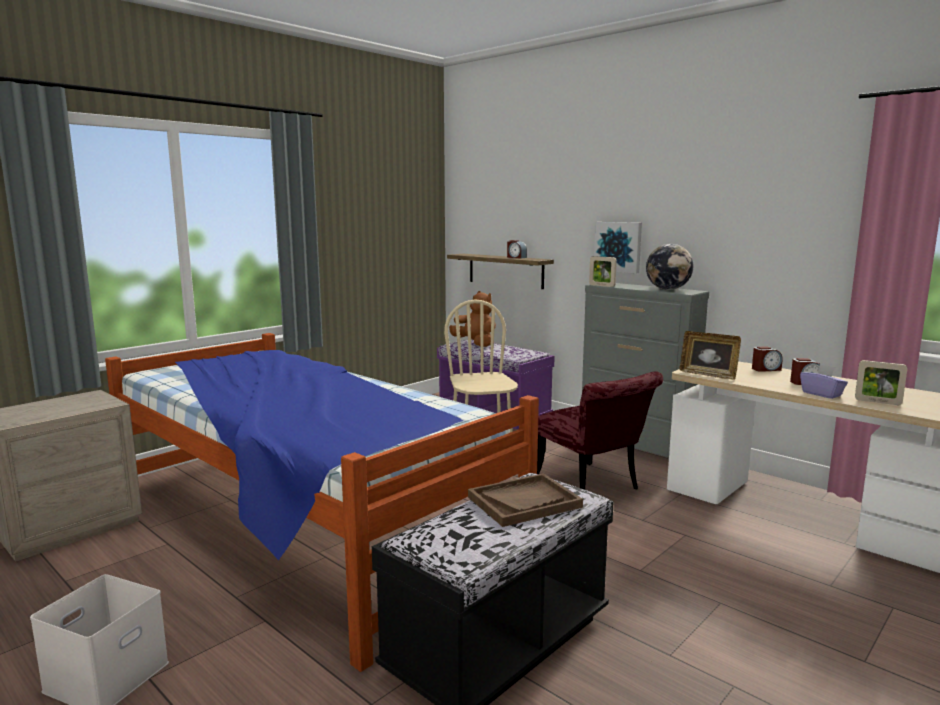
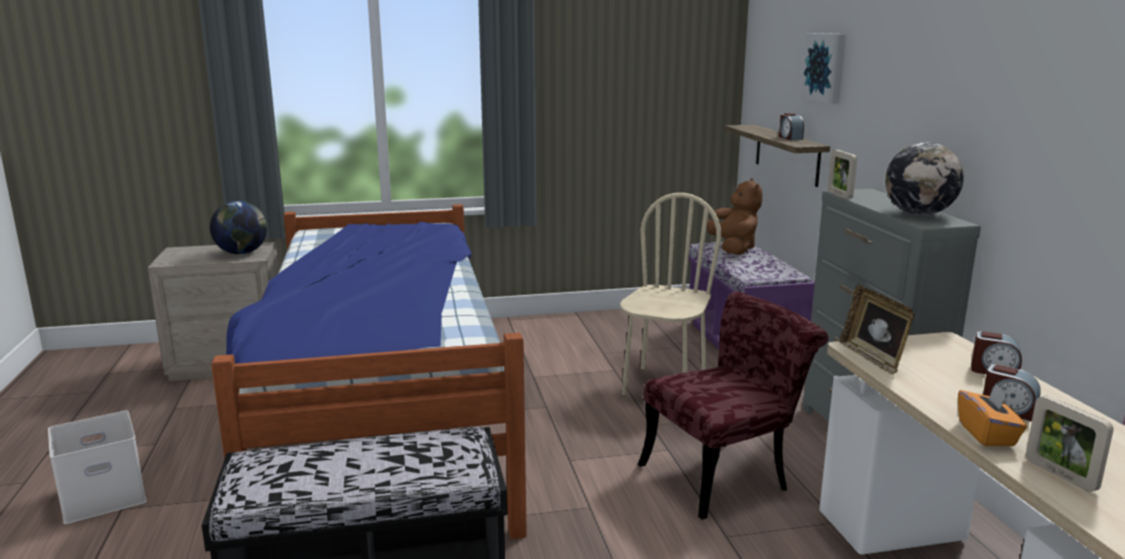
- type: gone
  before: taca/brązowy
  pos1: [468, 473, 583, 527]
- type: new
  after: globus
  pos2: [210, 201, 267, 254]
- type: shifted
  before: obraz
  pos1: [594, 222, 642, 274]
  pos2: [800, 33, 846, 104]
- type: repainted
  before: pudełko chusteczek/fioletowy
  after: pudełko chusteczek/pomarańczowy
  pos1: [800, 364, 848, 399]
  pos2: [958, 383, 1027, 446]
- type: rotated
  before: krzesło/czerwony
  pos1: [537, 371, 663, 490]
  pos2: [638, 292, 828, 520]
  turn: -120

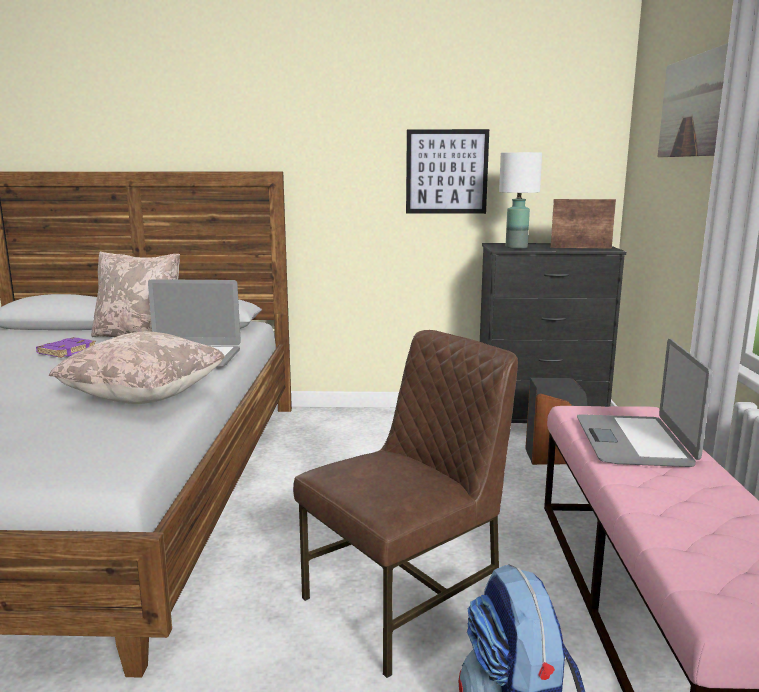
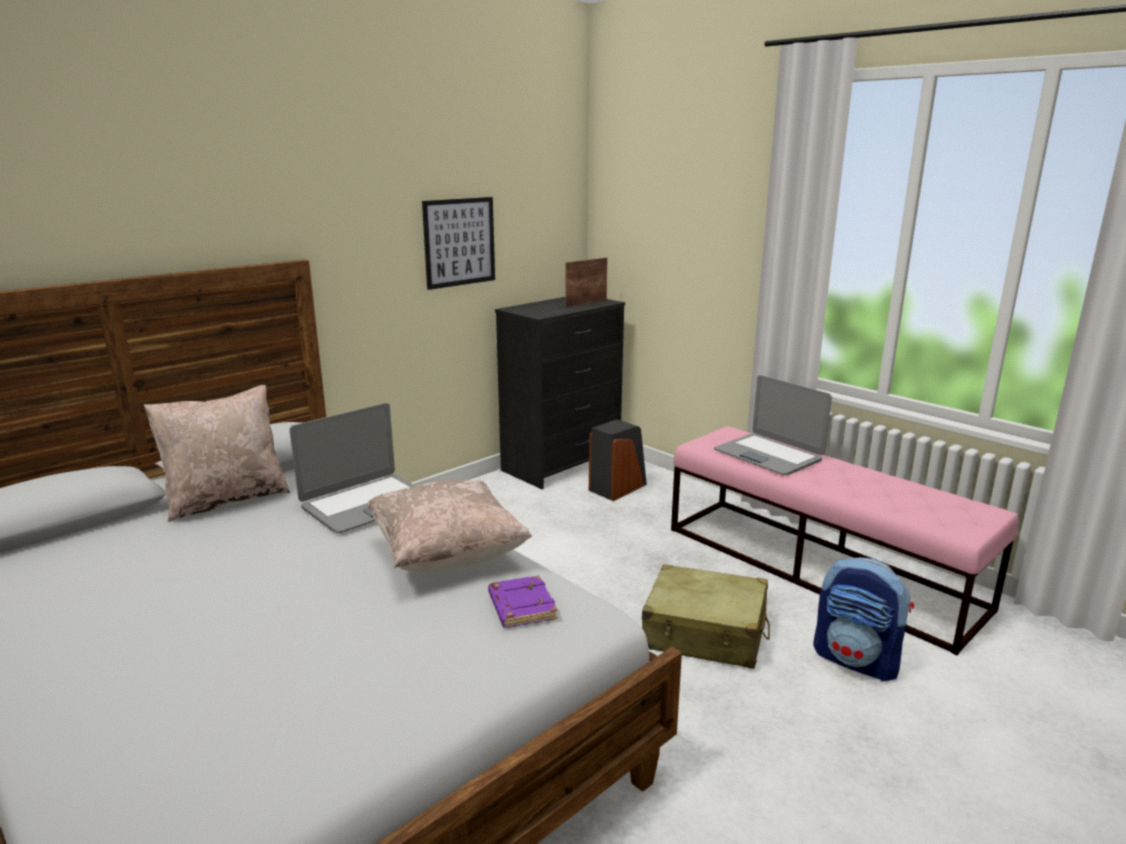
- type: gone
  before: lampa stołowa/biały
  pos1: [499, 152, 542, 249]
- type: gone
  before: obraz
  pos1: [658, 43, 728, 157]
- type: shifted
  before: książka/fioletowy
  pos1: [36, 337, 96, 358]
  pos2: [488, 575, 558, 628]
- type: swapped
  before: krzesło/brązowy
  after: walizka/beżowy
  pos1: [293, 330, 518, 678]
  pos2: [642, 564, 770, 669]

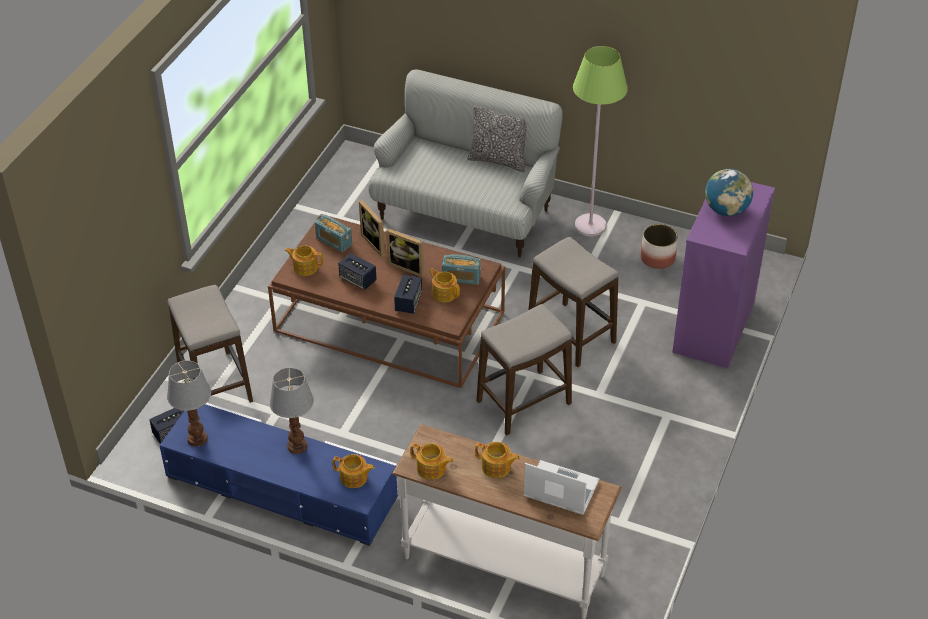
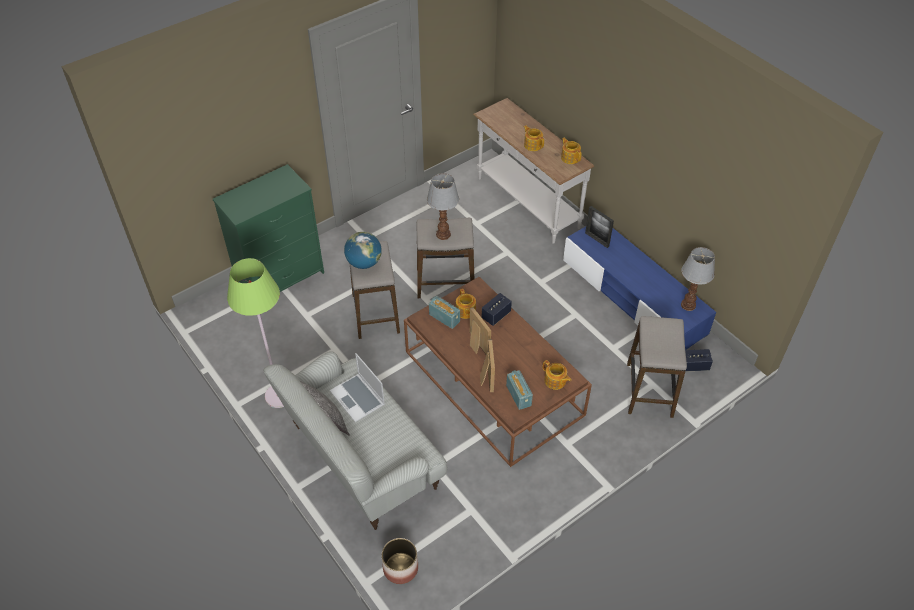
- type: gone
  before: głośnik
  pos1: [338, 253, 377, 290]
- type: shifted
  before: lampa stołowa
  pos1: [269, 368, 314, 454]
  pos2: [427, 173, 459, 240]
- type: shifted
  before: laptop
  pos1: [524, 460, 600, 515]
  pos2: [330, 353, 385, 422]
- type: shifted
  before: donica
  pos1: [641, 224, 678, 269]
  pos2: [381, 538, 418, 584]
- type: shifted
  before: globus
  pos1: [705, 169, 753, 216]
  pos2: [344, 232, 382, 269]
- type: swapped
  before: imbryk
  after: ramka na zdjęcie
  pos1: [333, 454, 375, 488]
  pos2: [585, 206, 614, 248]
- type: repainted
  before: komoda/fioletowy
  after: komoda/zielony
  pos1: [672, 182, 775, 368]
  pos2: [213, 164, 324, 292]

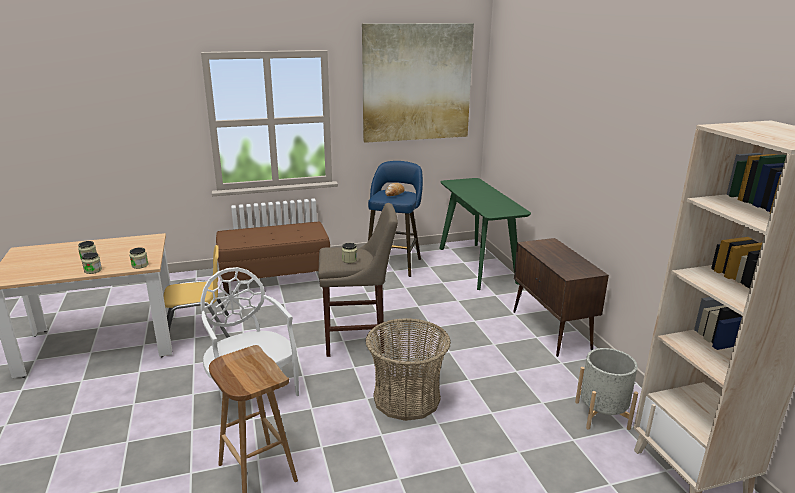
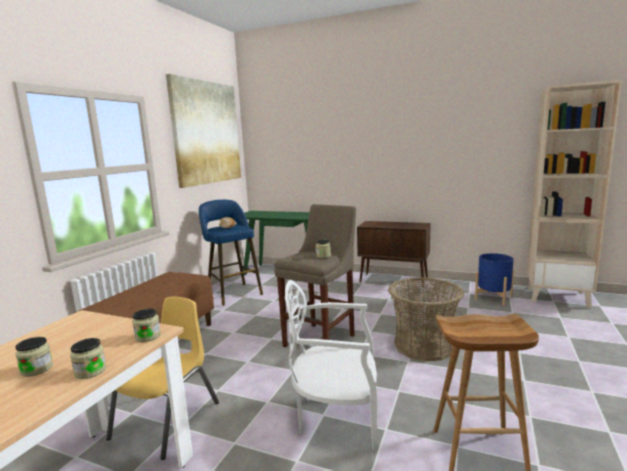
- type: repainted
  before: donica/szary
  after: donica/niebieski
  pos1: [575, 348, 638, 430]
  pos2: [475, 253, 514, 306]

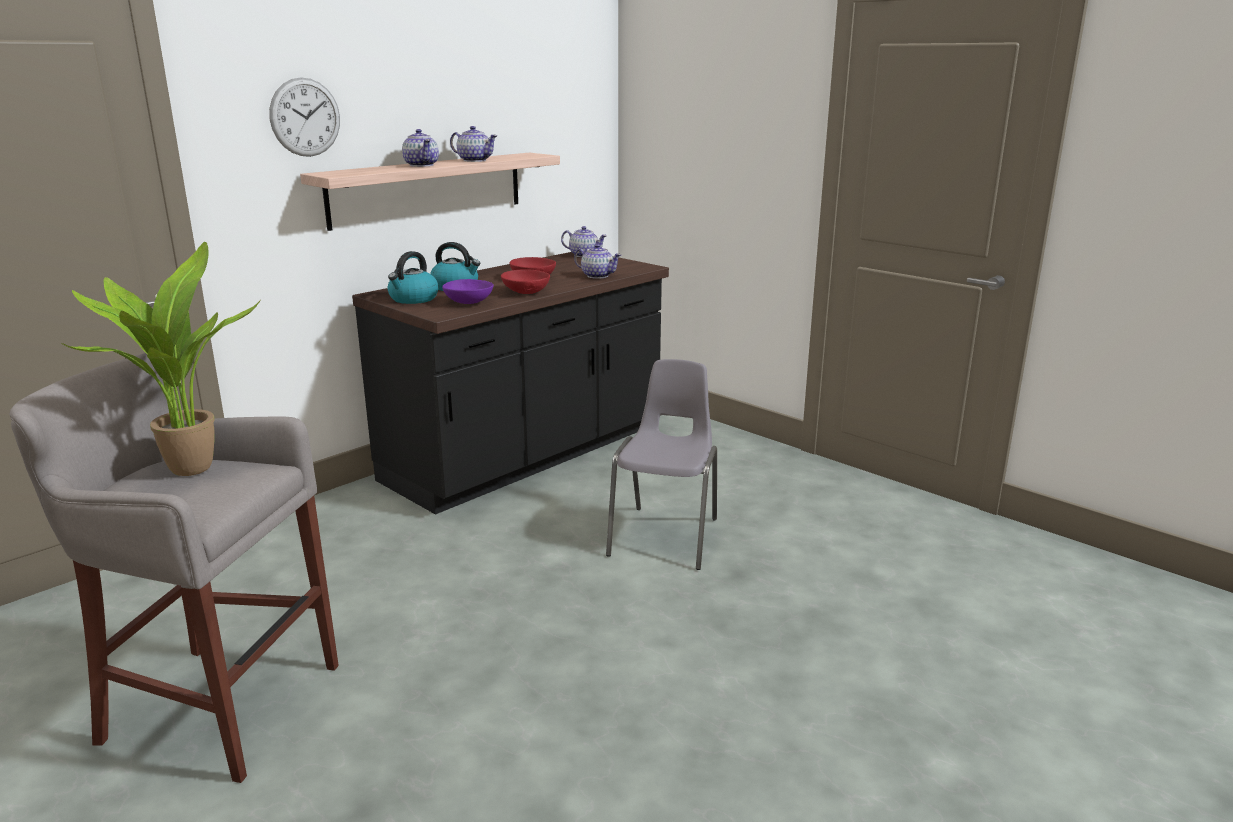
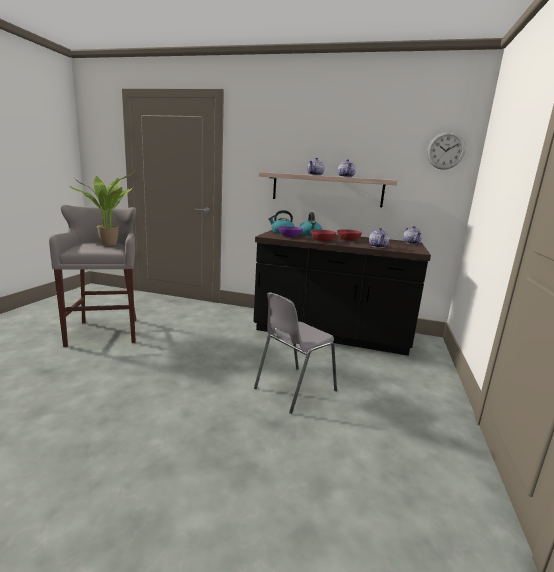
- type: shifted
  before: zegar ścienny
  pos1: [269, 77, 340, 157]
  pos2: [427, 132, 466, 170]
- type: rotated
  before: krzesło/szary
  pos1: [606, 359, 717, 570]
  pos2: [254, 292, 337, 414]
  turn: 150

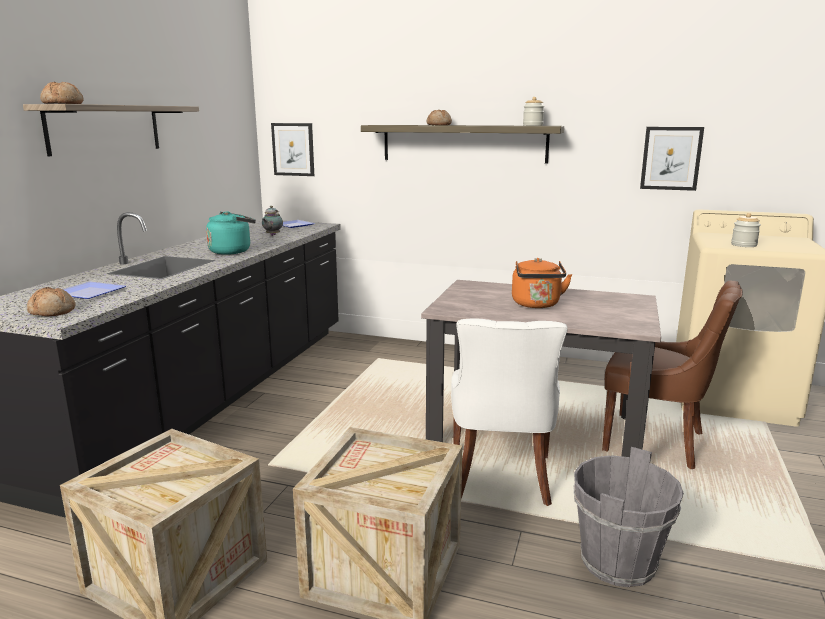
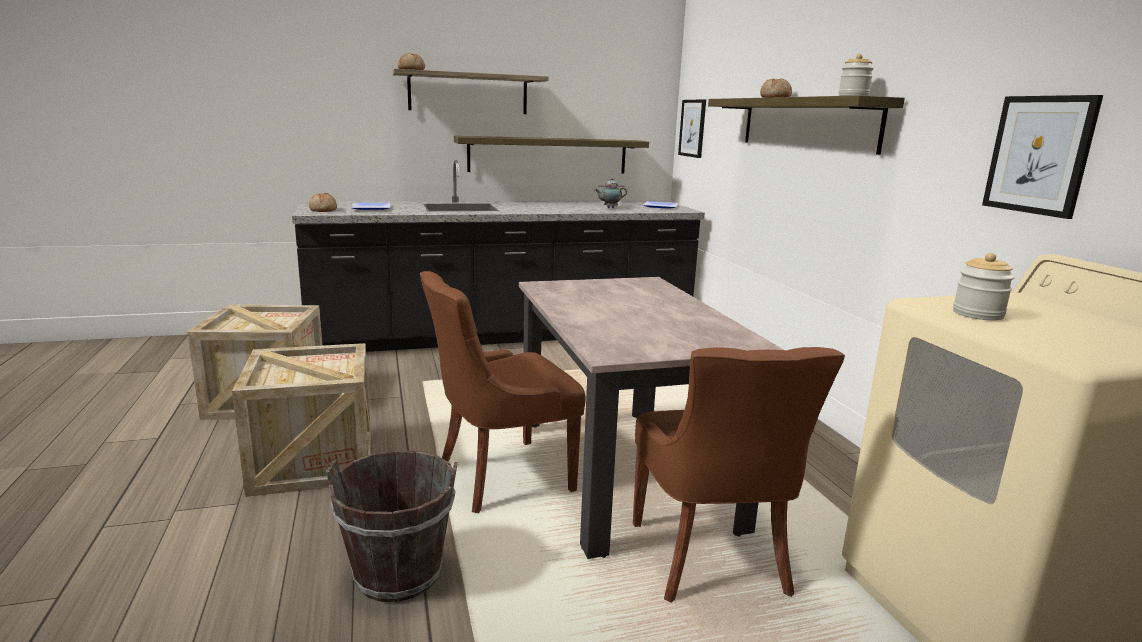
- type: gone
  before: czajnik/turkusowy
  pos1: [206, 211, 256, 255]
- type: gone
  before: czajnik/pomarańczowy
  pos1: [512, 258, 572, 308]
- type: new
  after: półka
  pos2: [454, 136, 649, 174]
- type: repainted
  before: krzesło/biały
  after: krzesło/brązowy
  pos1: [451, 318, 568, 506]
  pos2: [420, 271, 586, 513]
- type: repainted
  before: wiadro/szary
  after: wiadro/brązowy
  pos1: [573, 447, 684, 587]
  pos2: [326, 451, 458, 602]

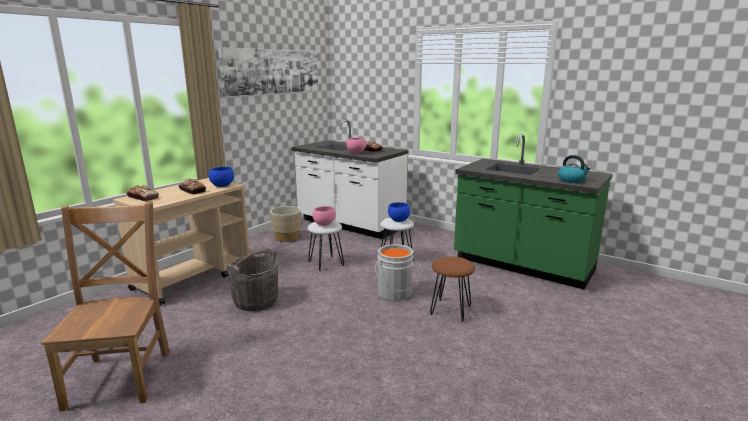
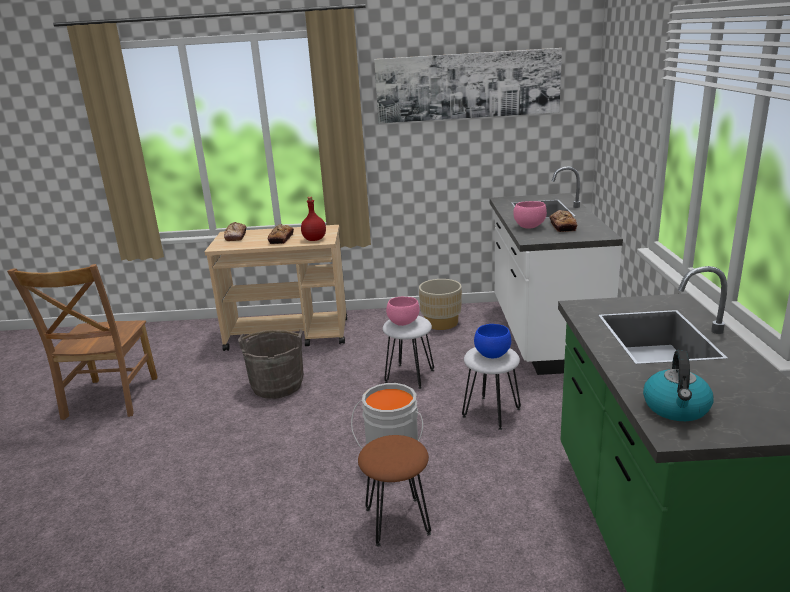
- type: swapped
  before: miska/niebieski
  after: butelka/czerwony
  pos1: [209, 167, 234, 187]
  pos2: [301, 197, 326, 241]
- type: rotated
  before: krzesło/brązowy
  pos1: [41, 202, 170, 411]
  pos2: [7, 264, 158, 420]
  turn: 135

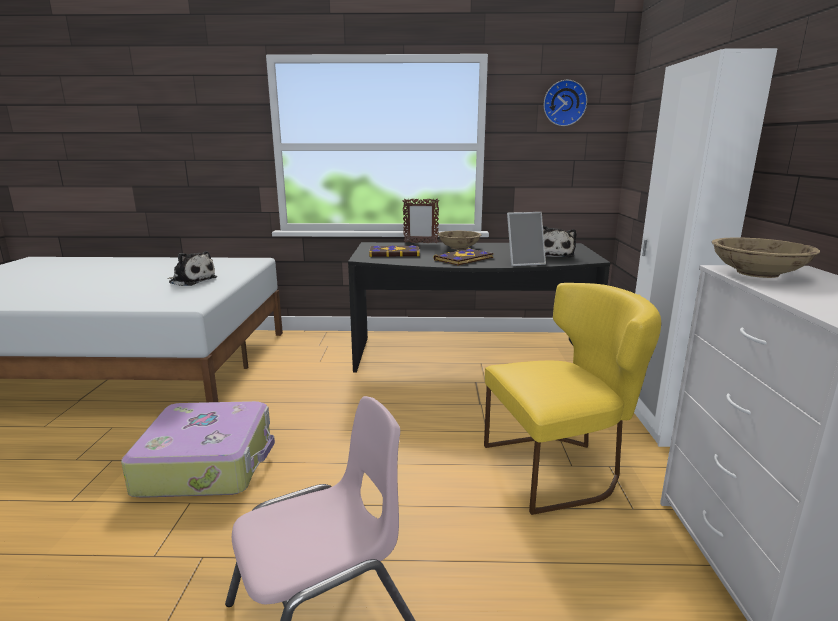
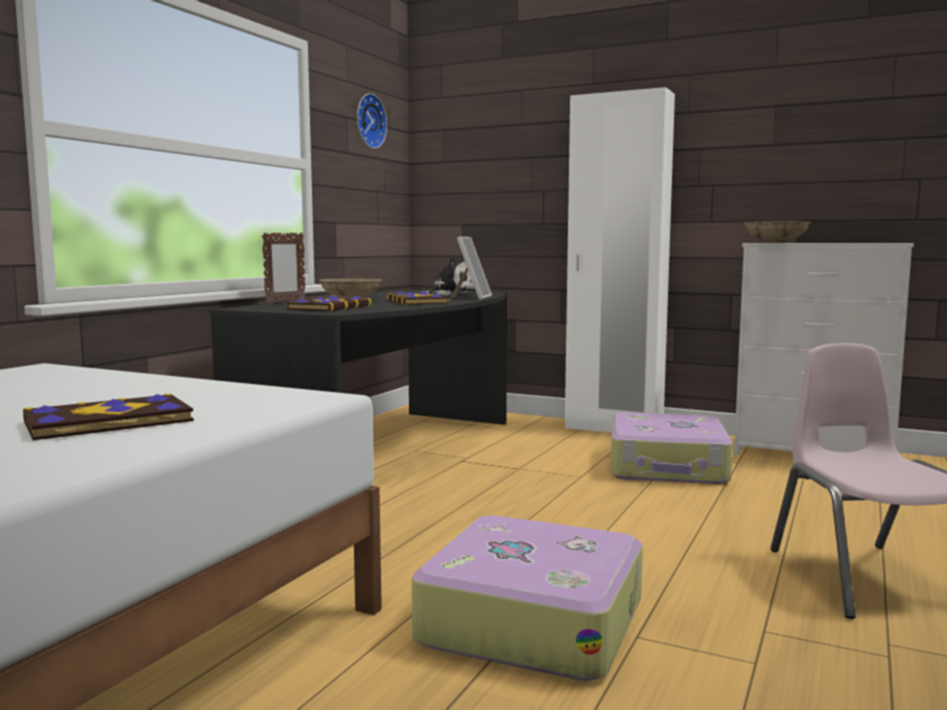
- type: gone
  before: pluszak
  pos1: [167, 251, 217, 286]
- type: new
  after: książka
  pos2: [23, 393, 194, 440]
- type: swapped
  before: krzesło/żółty
  after: walizka
  pos1: [484, 283, 661, 515]
  pos2: [611, 413, 733, 484]

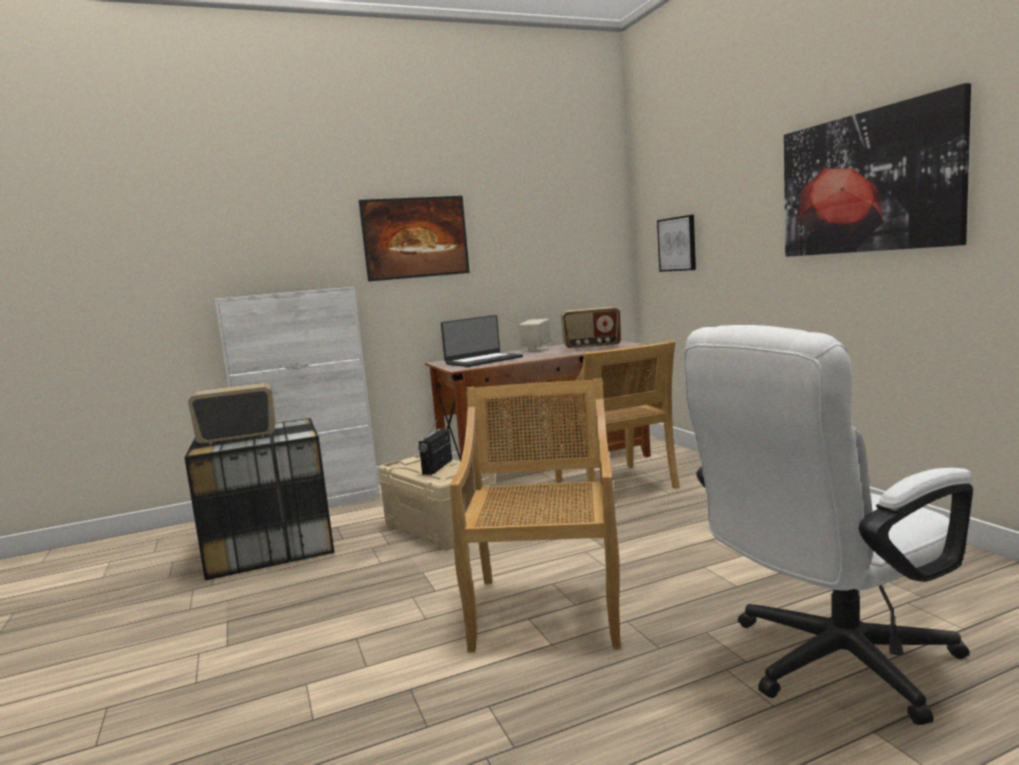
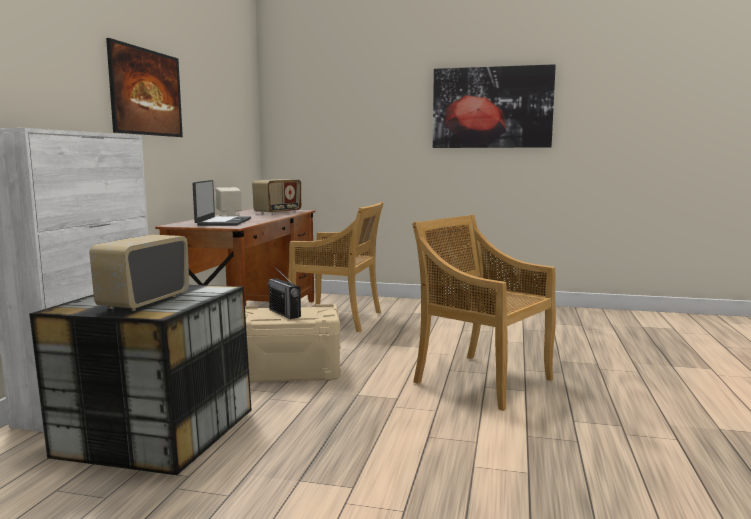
- type: gone
  before: obraz
  pos1: [657, 215, 696, 272]
- type: gone
  before: krzesło biurowe/biały
  pos1: [683, 325, 973, 725]

